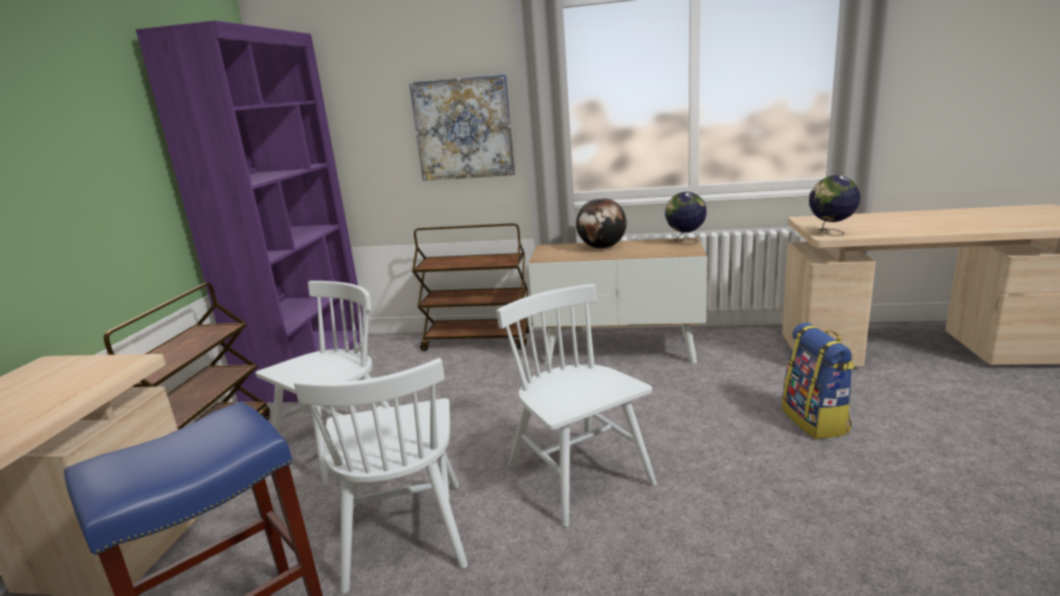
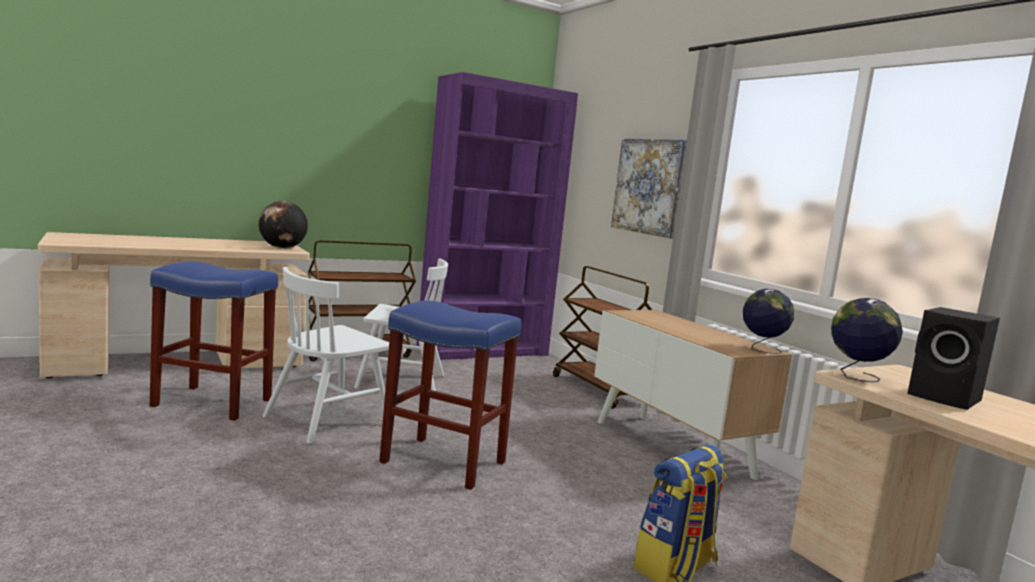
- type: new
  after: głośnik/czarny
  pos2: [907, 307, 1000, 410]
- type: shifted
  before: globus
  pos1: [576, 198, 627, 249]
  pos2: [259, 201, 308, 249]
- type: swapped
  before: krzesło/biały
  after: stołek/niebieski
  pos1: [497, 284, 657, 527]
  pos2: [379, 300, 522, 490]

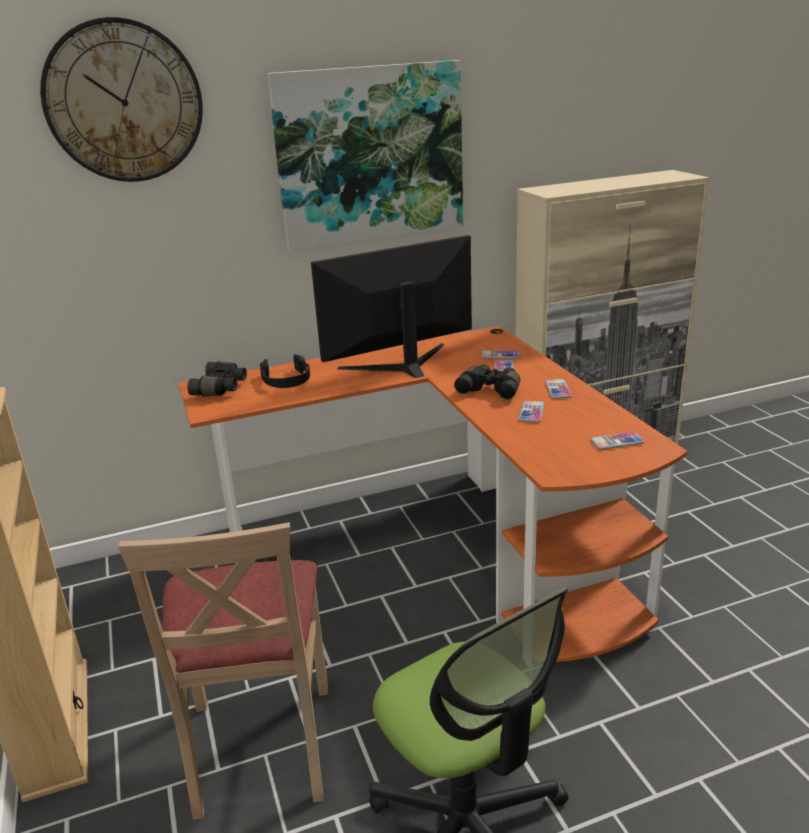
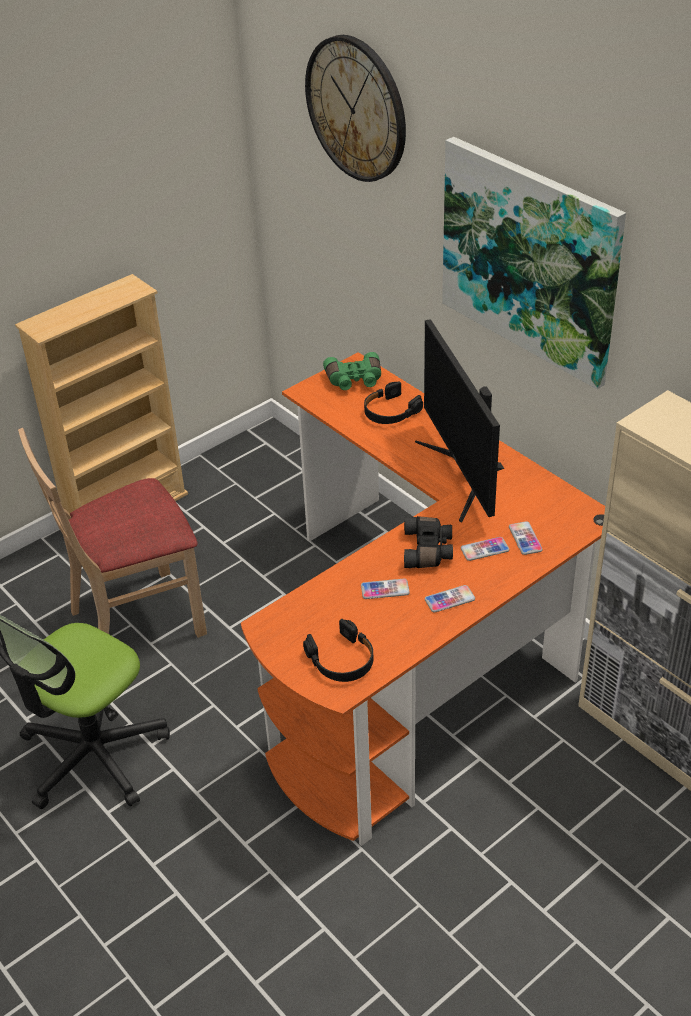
- type: swapped
  before: telefon
  after: słuchawki/czarny
  pos1: [591, 432, 644, 450]
  pos2: [303, 619, 373, 682]
- type: repainted
  before: lornetka/czarny
  after: lornetka/zielony
  pos1: [187, 361, 247, 396]
  pos2: [323, 352, 381, 390]
- type: rotated
  before: monitor
  pos1: [311, 235, 472, 378]
  pos2: [415, 319, 504, 523]
  turn: -150

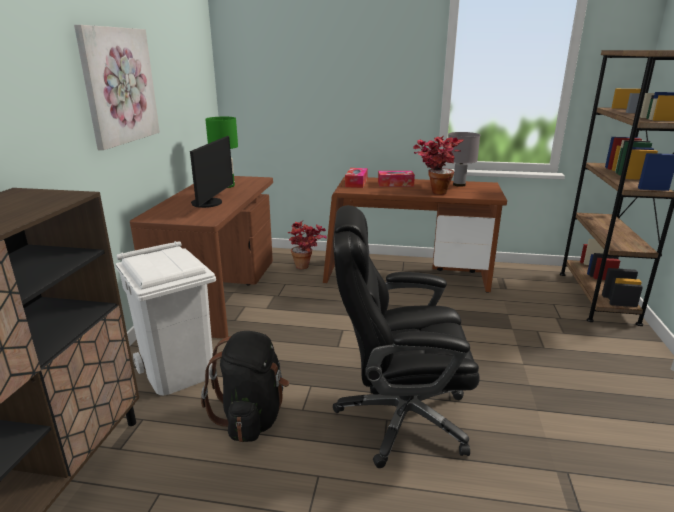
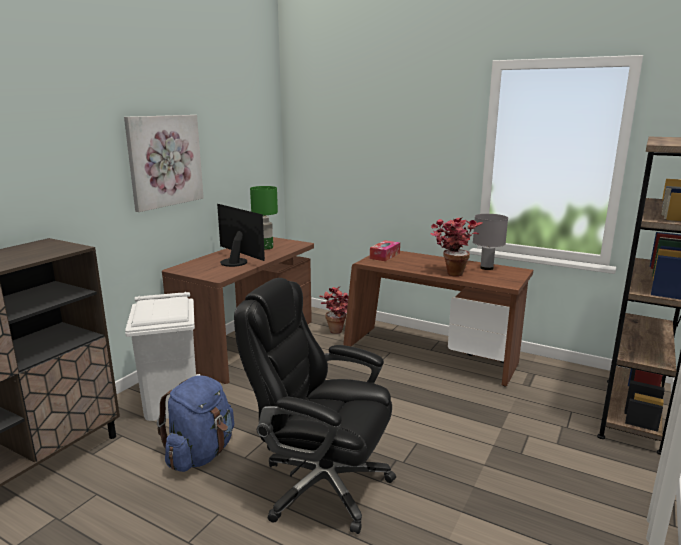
- type: gone
  before: pudełko chusteczek
  pos1: [378, 171, 415, 187]
- type: repainted
  before: plecak/czarny
  after: plecak/niebieski
  pos1: [201, 331, 289, 442]
  pos2: [157, 376, 234, 472]
- type: rotated
  before: monitor
  pos1: [190, 136, 233, 208]
  pos2: [217, 204, 265, 267]
  turn: -75

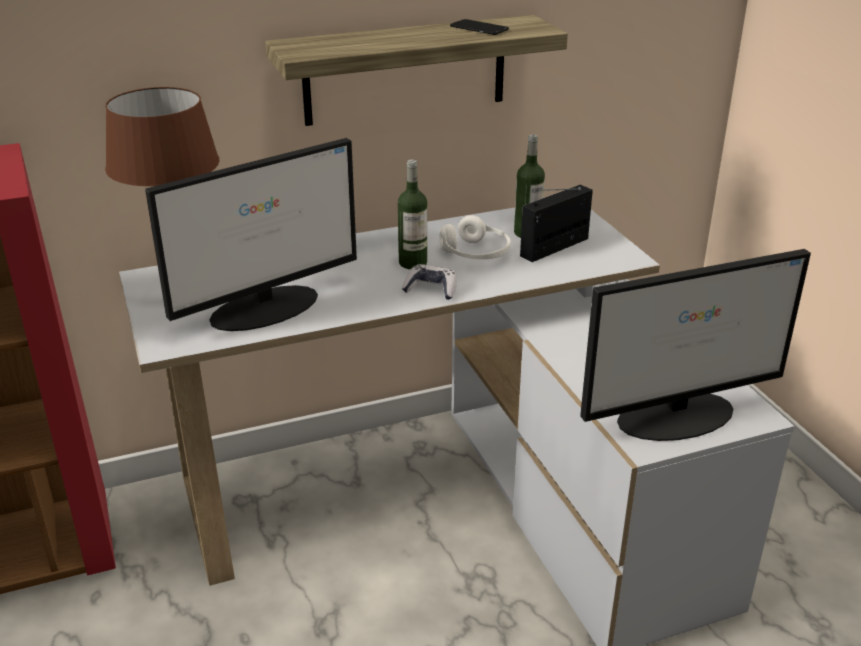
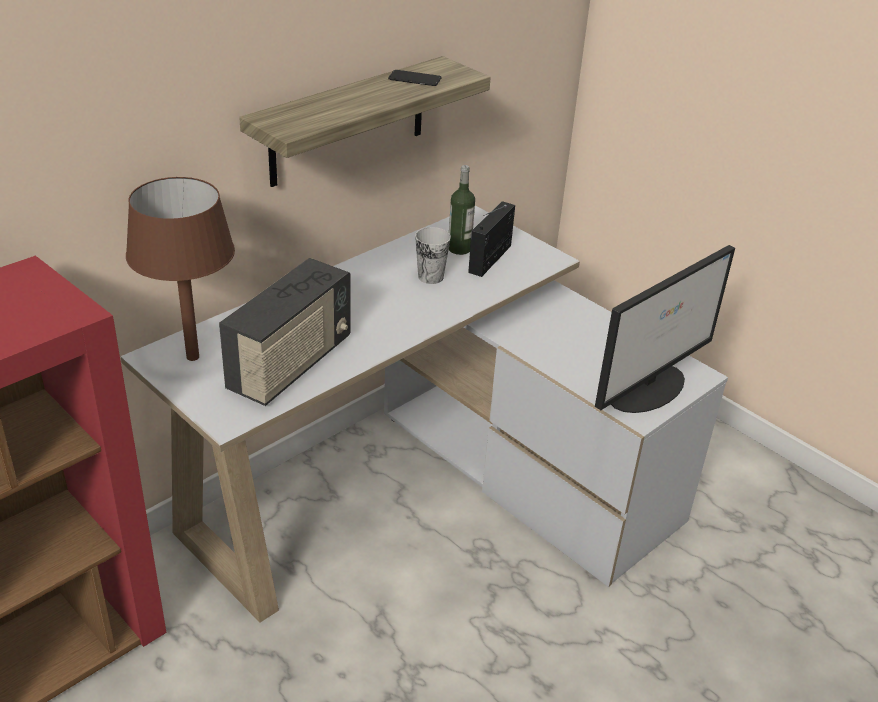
- type: gone
  before: butelka
  pos1: [398, 160, 427, 269]
- type: gone
  before: pad do gier
  pos1: [402, 264, 457, 300]
- type: swapped
  before: monitor
  after: radio
  pos1: [145, 138, 357, 331]
  pos2: [219, 258, 351, 406]
- type: swapped
  before: słuchawki/biały
  after: filiżanka
  pos1: [439, 215, 511, 259]
  pos2: [415, 227, 451, 284]

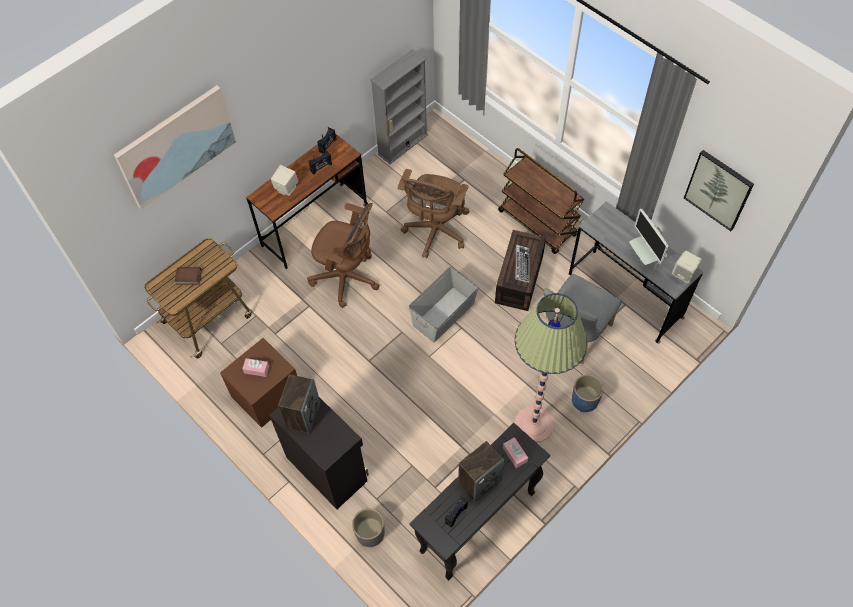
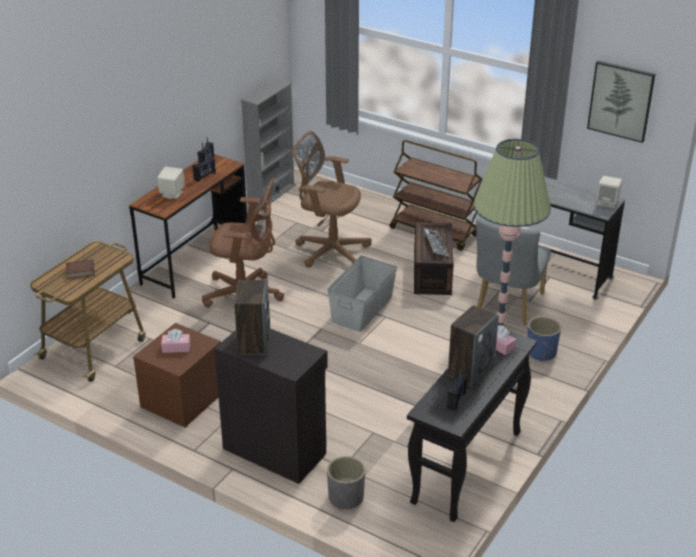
- type: gone
  before: obraz
  pos1: [114, 85, 236, 209]
- type: gone
  before: monitor
  pos1: [629, 209, 668, 271]
- type: rotated
  before: krzesło biurowe/brązowy
  pos1: [398, 169, 470, 258]
  pos2: [292, 131, 371, 268]
  turn: 105

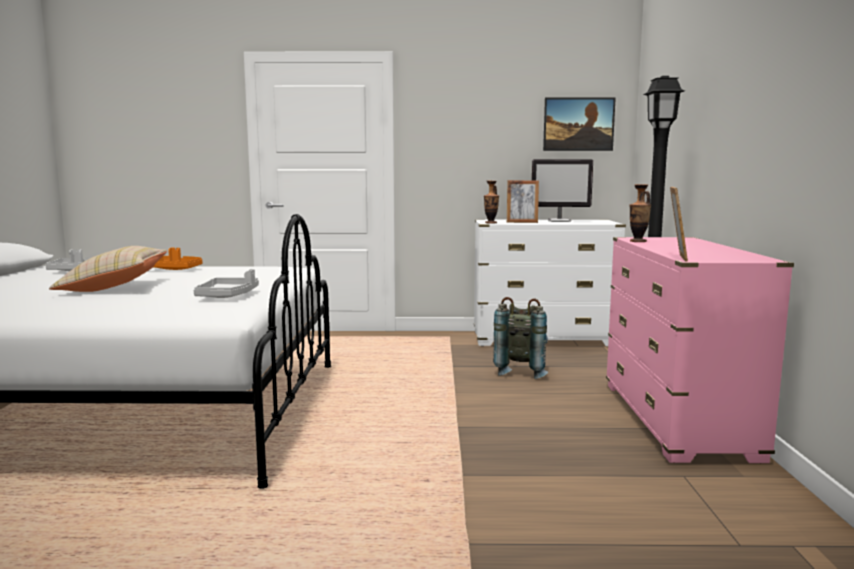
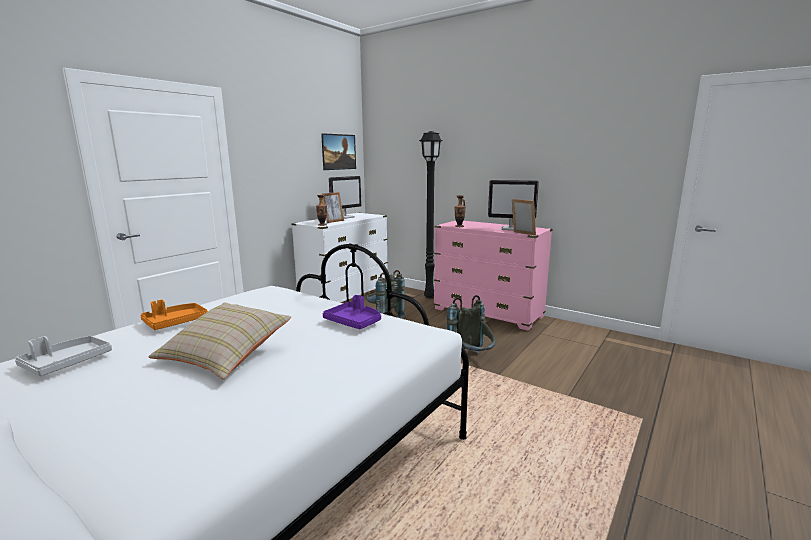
- type: new
  after: plecak/szary
  pos2: [447, 295, 496, 353]
- type: new
  after: monitor
  pos2: [488, 180, 539, 230]
- type: repainted
  before: taca/szary
  after: taca/fioletowy
  pos1: [194, 269, 259, 298]
  pos2: [323, 295, 381, 329]

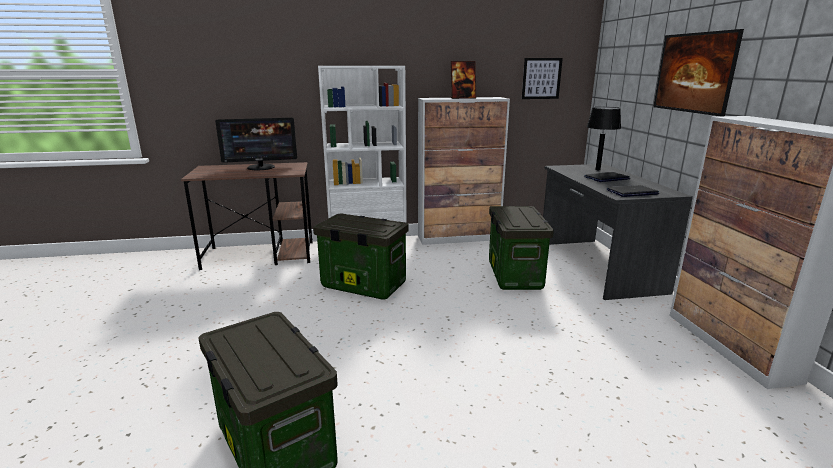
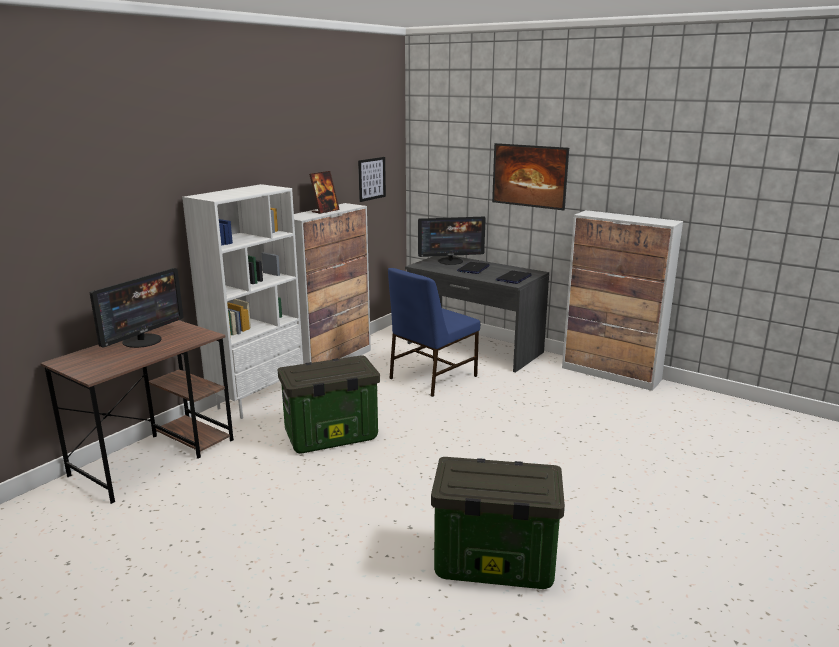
- type: swapped
  before: pojemnik do przechowywania
  after: krzesło/niebieski
  pos1: [489, 206, 554, 290]
  pos2: [388, 268, 480, 397]
- type: swapped
  before: lampa stołowa/czarny
  after: monitor
  pos1: [587, 107, 621, 170]
  pos2: [418, 216, 486, 265]

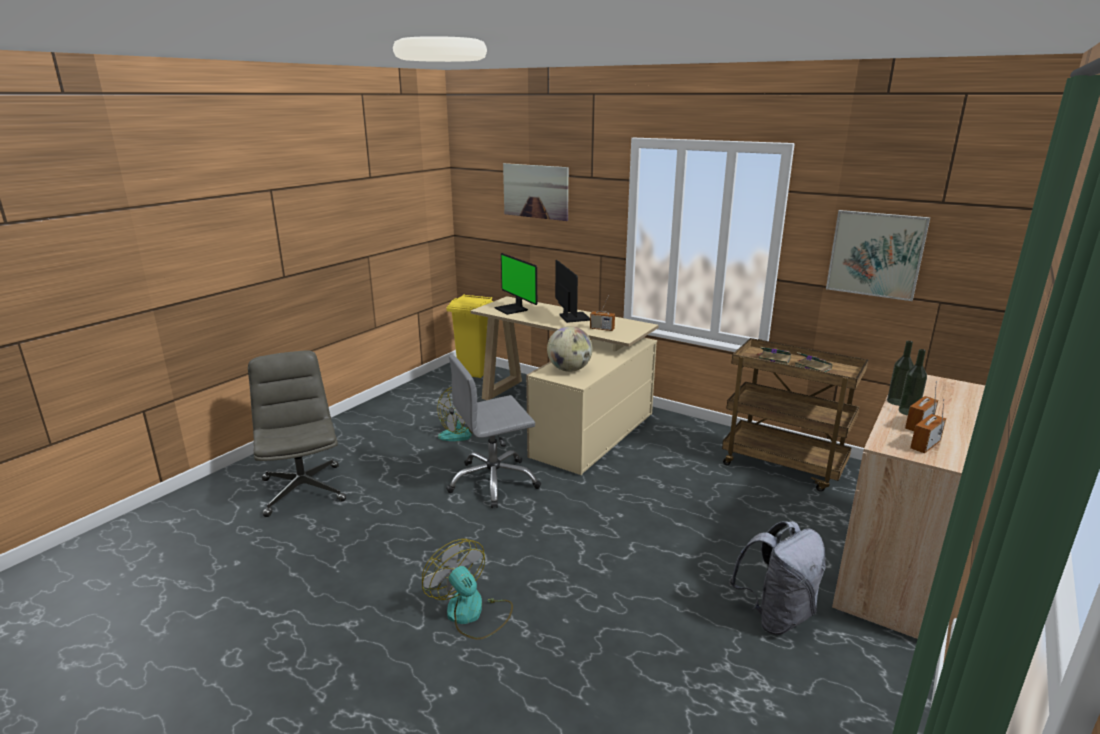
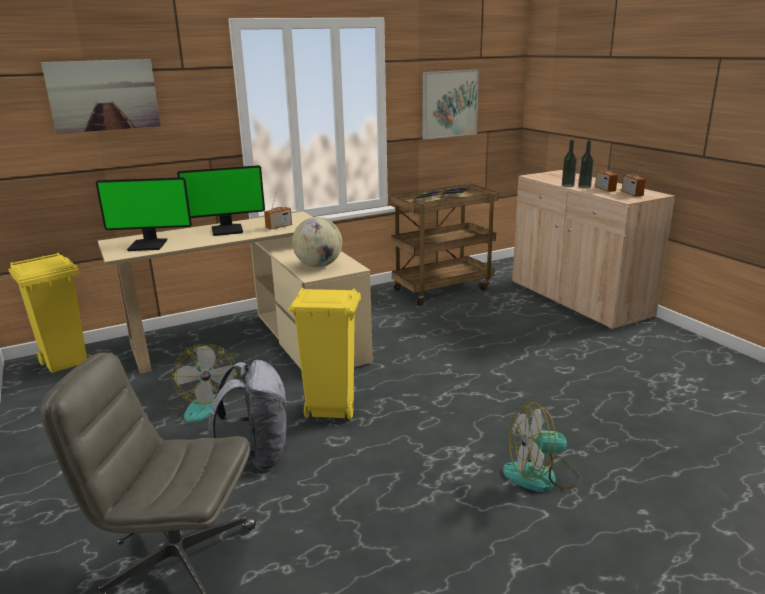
- type: shifted
  before: plecak/szary
  pos1: [729, 521, 826, 635]
  pos2: [209, 360, 287, 470]
- type: swapped
  before: krzesło biurowe/szary
  after: kosz na śmieci/żółty
  pos1: [446, 355, 541, 508]
  pos2: [288, 288, 361, 420]
- type: rotated
  before: monitor
  pos1: [555, 260, 590, 323]
  pos2: [177, 165, 265, 236]
  turn: 150

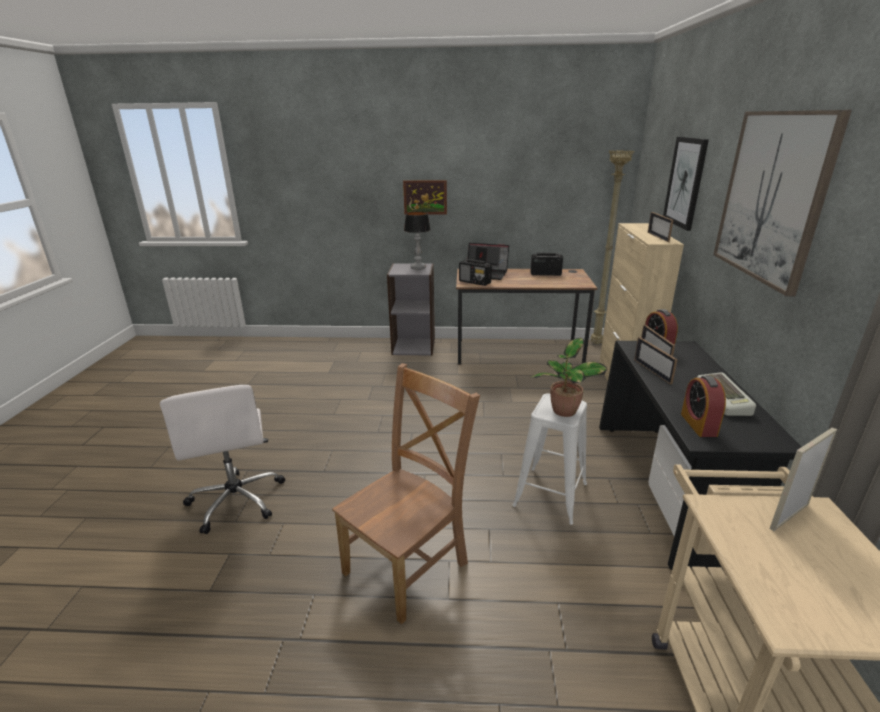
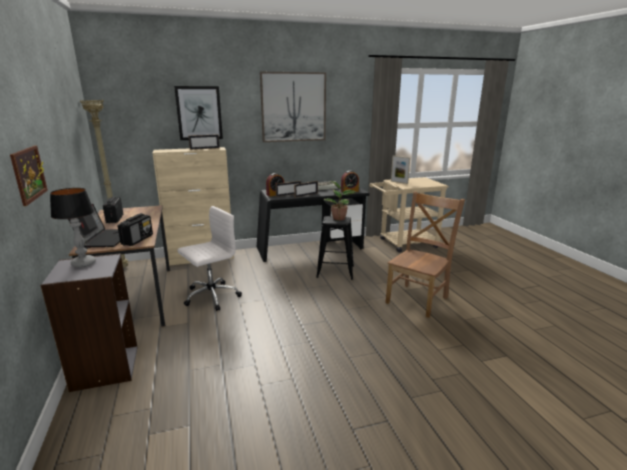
- type: shifted
  before: krzesło biurowe/biały
  pos1: [160, 385, 285, 534]
  pos2: [178, 206, 242, 311]
- type: repainted
  before: stołek/biały
  after: stołek/czarny
  pos1: [512, 393, 587, 525]
  pos2: [316, 216, 354, 280]
- type: rotated
  before: krzesło/brązowy
  pos1: [332, 363, 480, 624]
  pos2: [385, 191, 465, 318]
  turn: 105

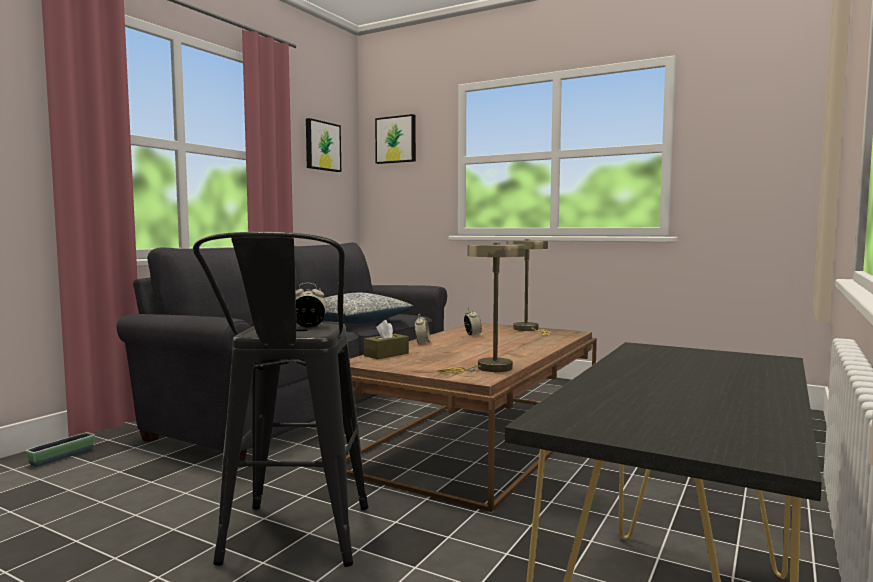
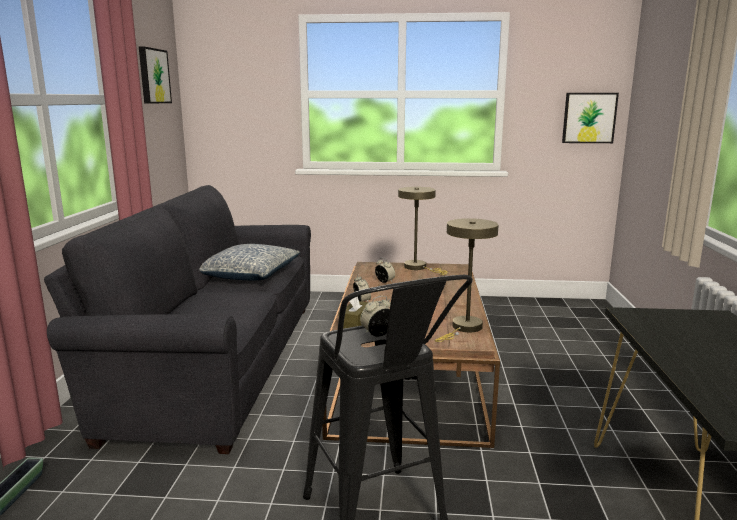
- type: shifted
  before: obraz
  pos1: [375, 114, 416, 164]
  pos2: [562, 93, 619, 143]

